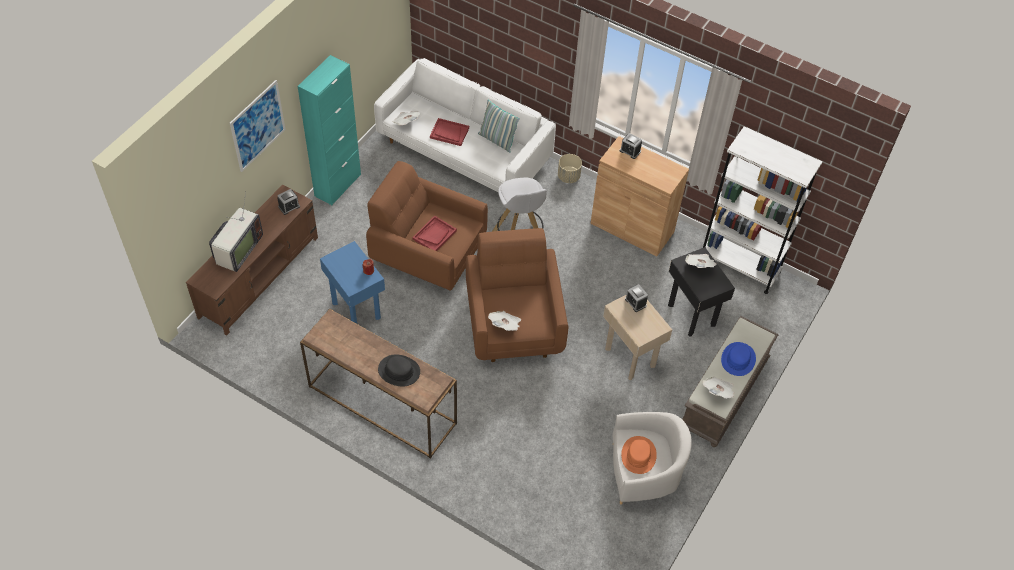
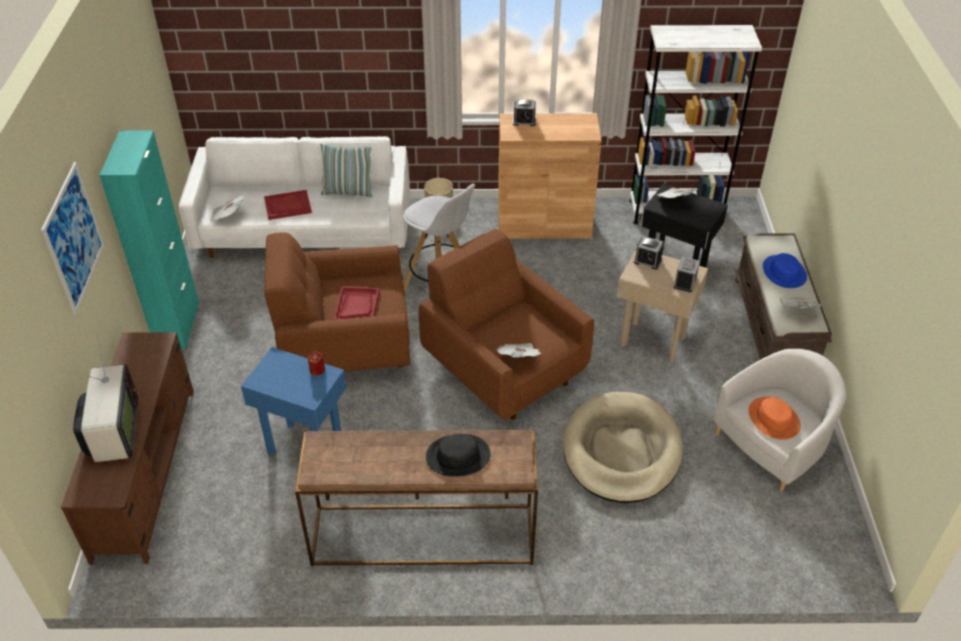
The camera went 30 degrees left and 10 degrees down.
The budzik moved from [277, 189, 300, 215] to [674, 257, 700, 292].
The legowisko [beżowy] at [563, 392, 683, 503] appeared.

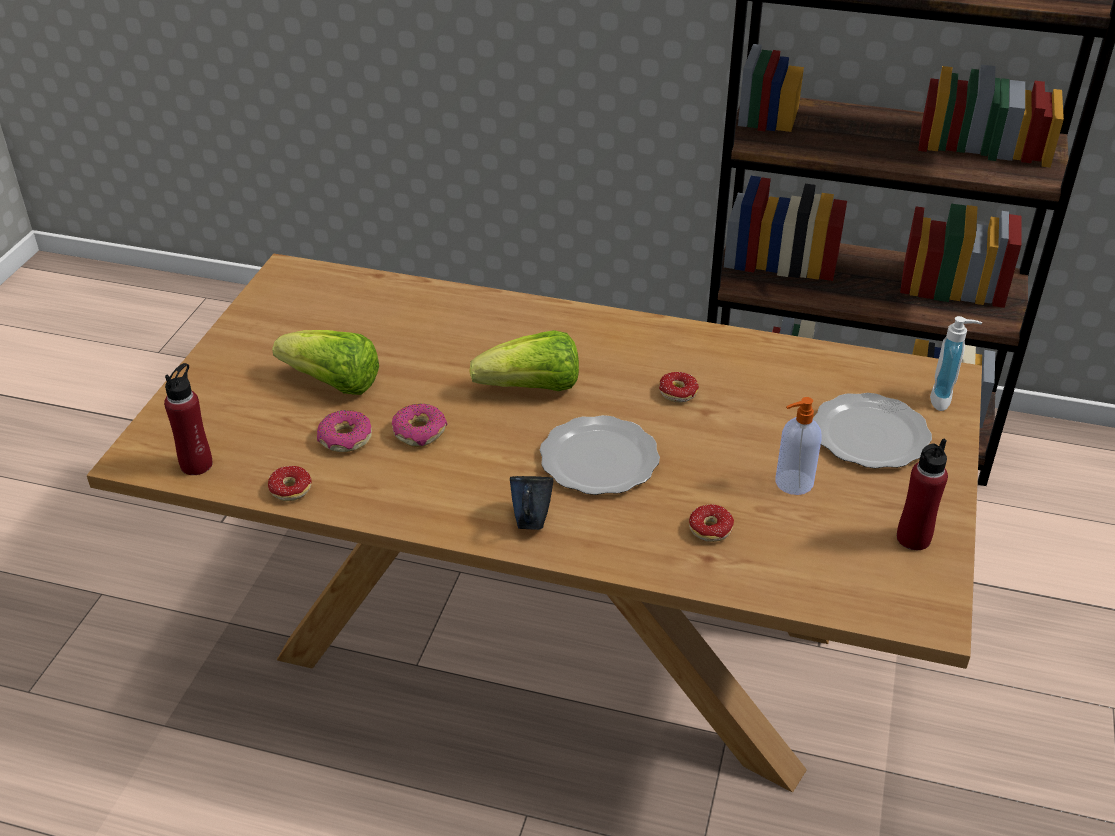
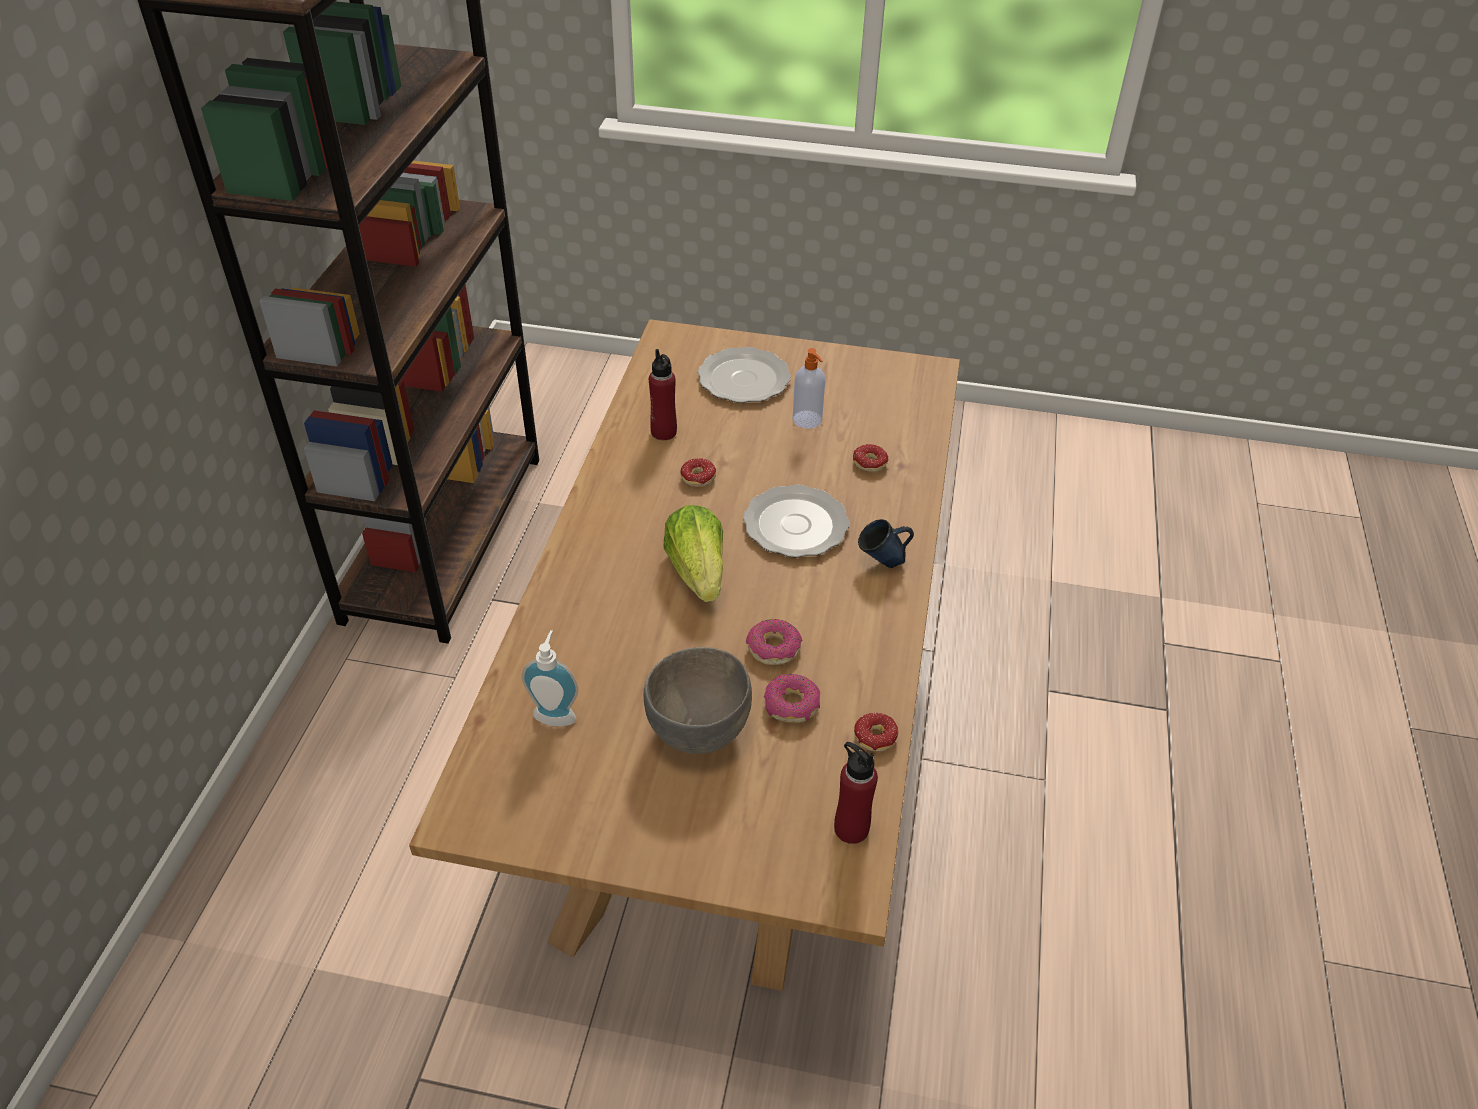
The camera went 95 degrees left and 5 degrees up.
The dozownik mydła moved from [930, 316, 982, 411] to [521, 630, 579, 726].
The sałata at [272, 330, 379, 395] was replaced by the miska [szary] at [644, 647, 752, 754].
The butelka [czerwony] moved from [897, 439, 948, 550] to [649, 349, 677, 440].

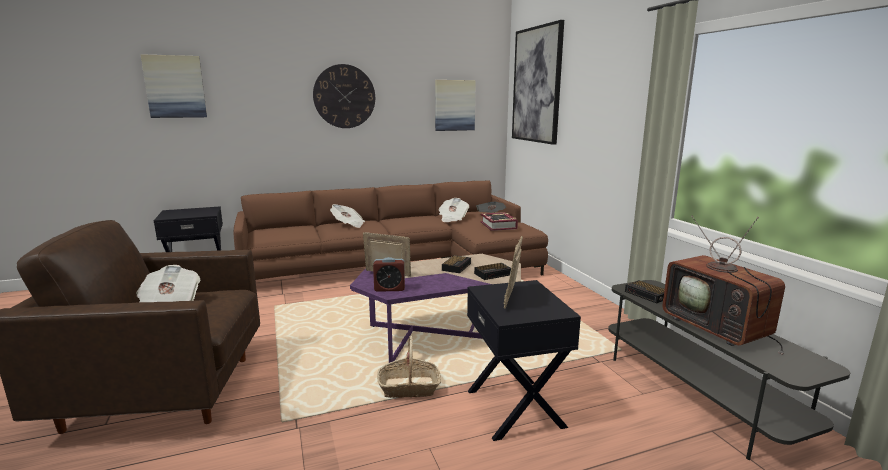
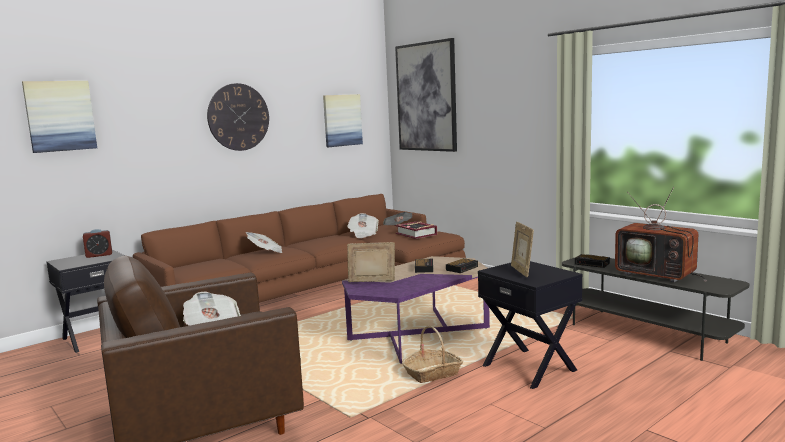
The camera went 20 degrees left and 5 degrees down.
The budzik moved from [373, 257, 405, 292] to [83, 229, 112, 258].

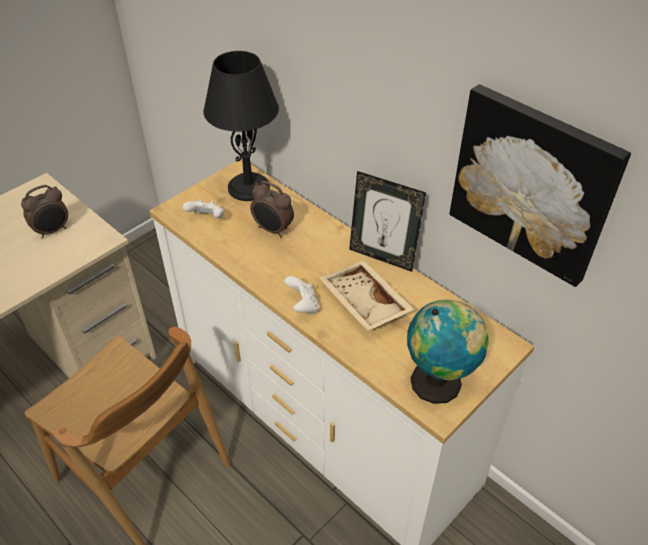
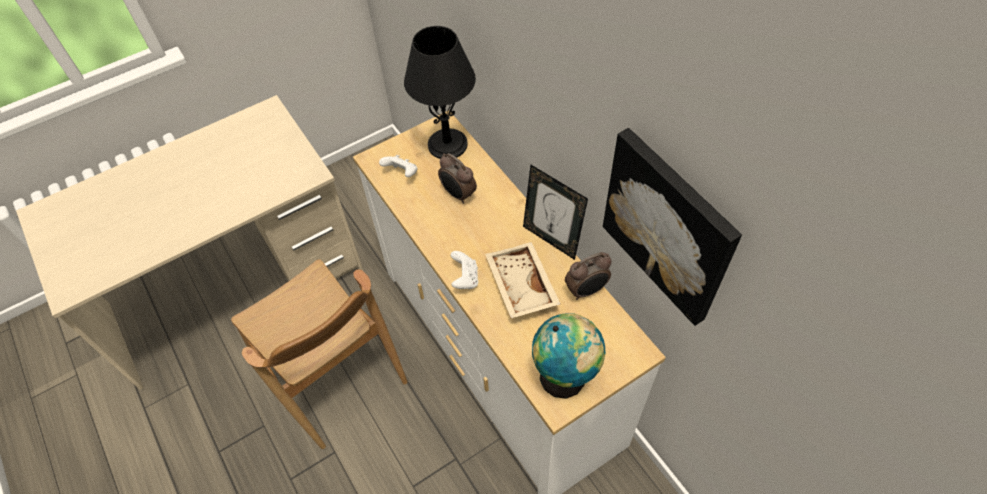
The camera went 15 degrees right and 10 degrees up.
The budzik moved from [21, 185, 68, 239] to [565, 252, 612, 300].

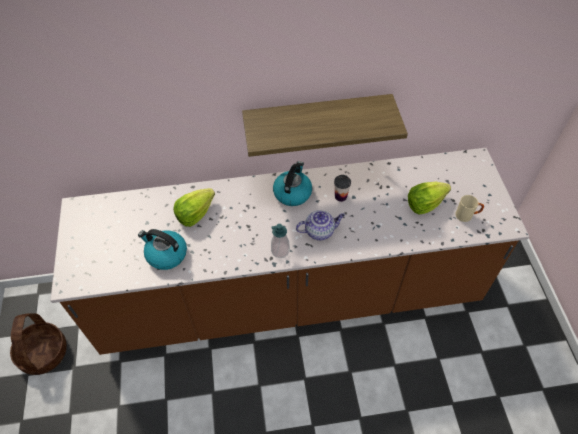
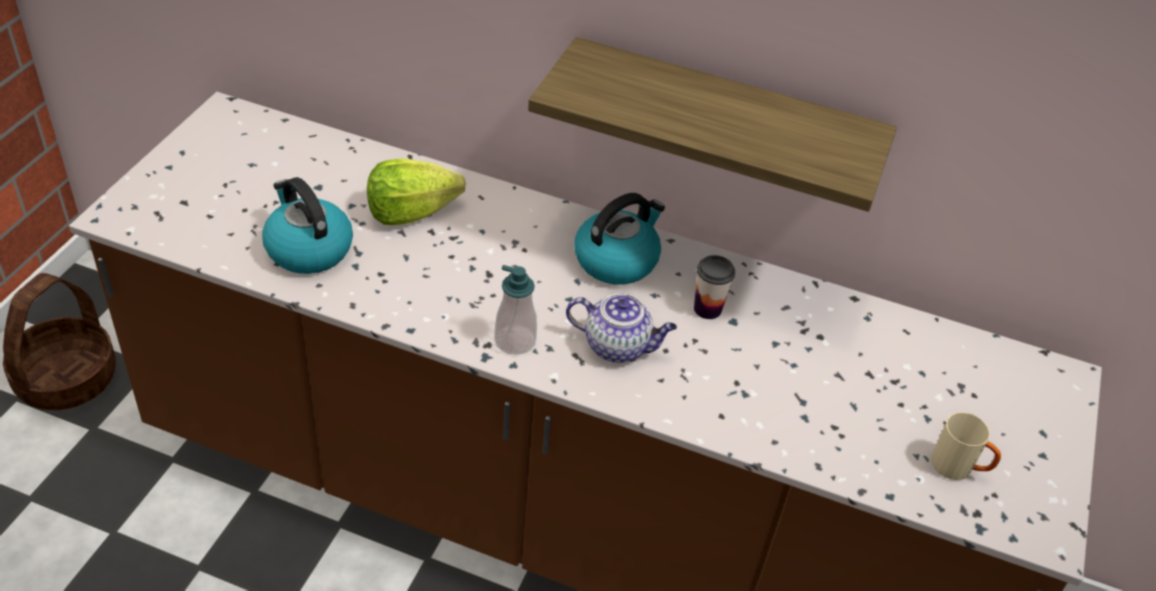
The camera went 25 degrees right and 10 degrees down.
The sałata at [408, 182, 451, 215] disappeared.

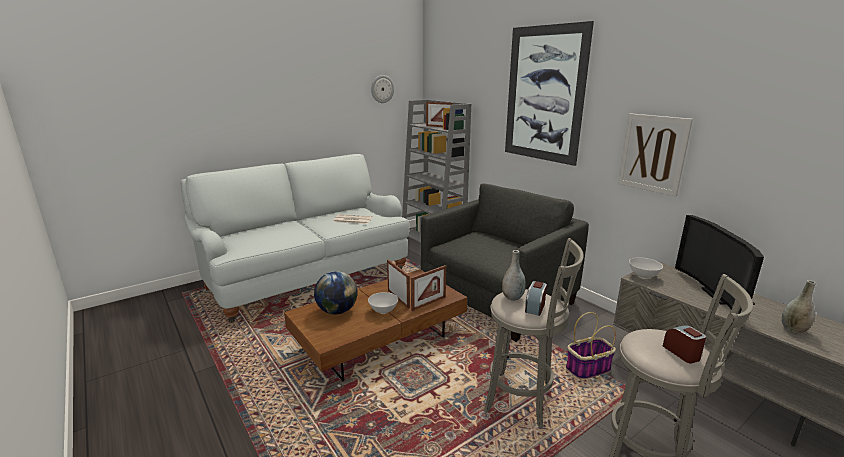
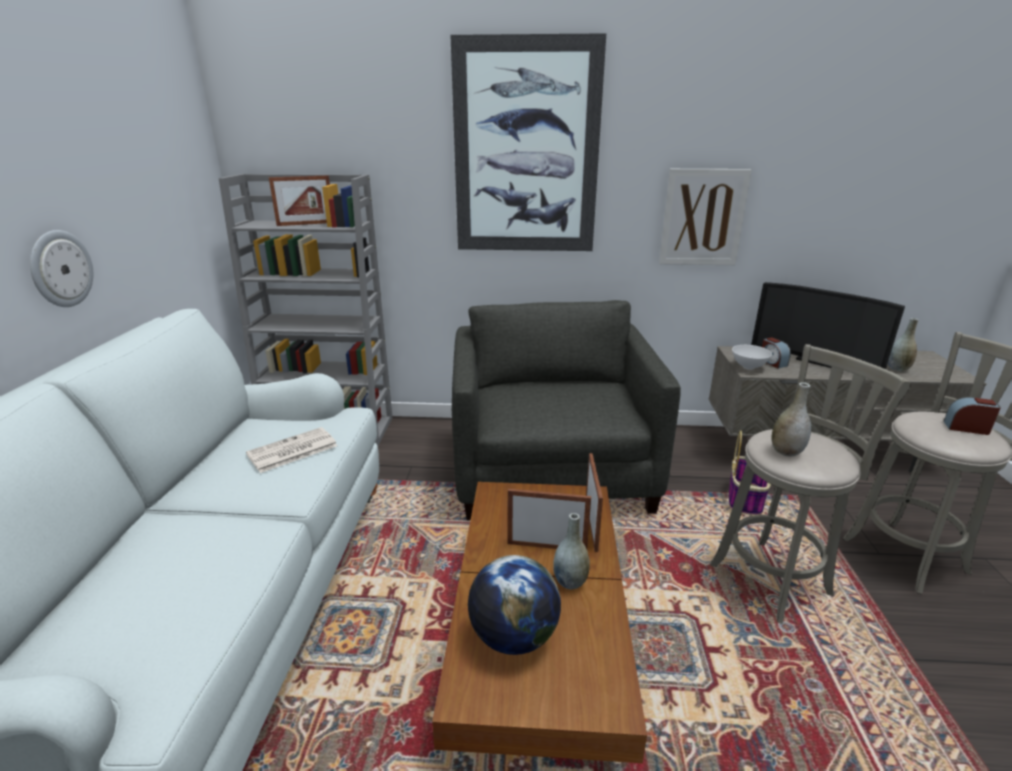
The camera went 50 degrees left and 5 degrees up.
The zegar ścienny moved from [371, 75, 394, 103] to [30, 230, 93, 307].
The budzik moved from [525, 281, 547, 316] to [762, 337, 791, 368].
The miska [biały] at [368, 292, 398, 314] was replaced by the wazon [szary] at [553, 513, 590, 590].

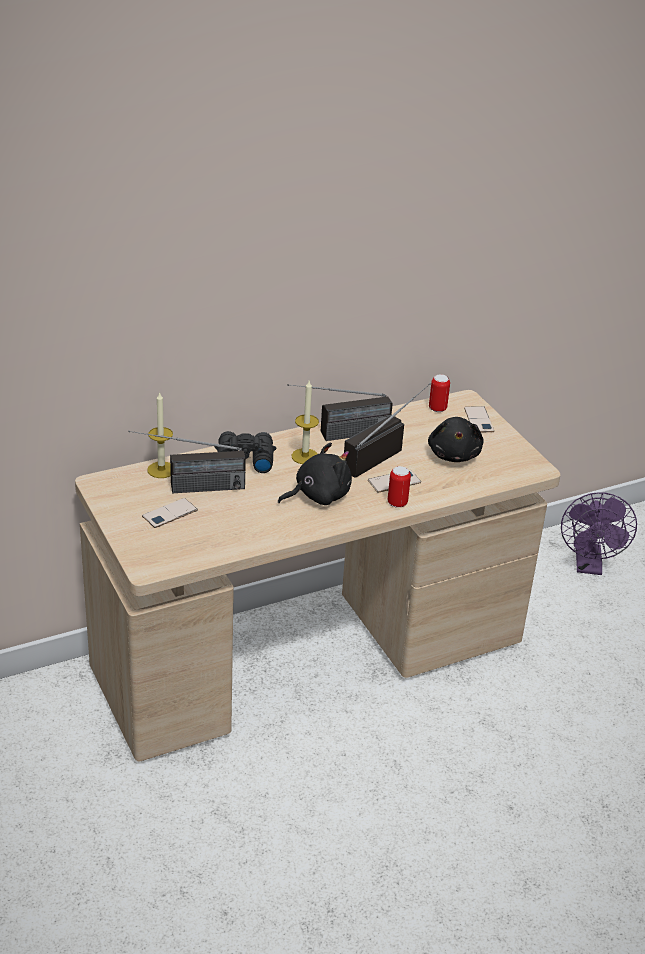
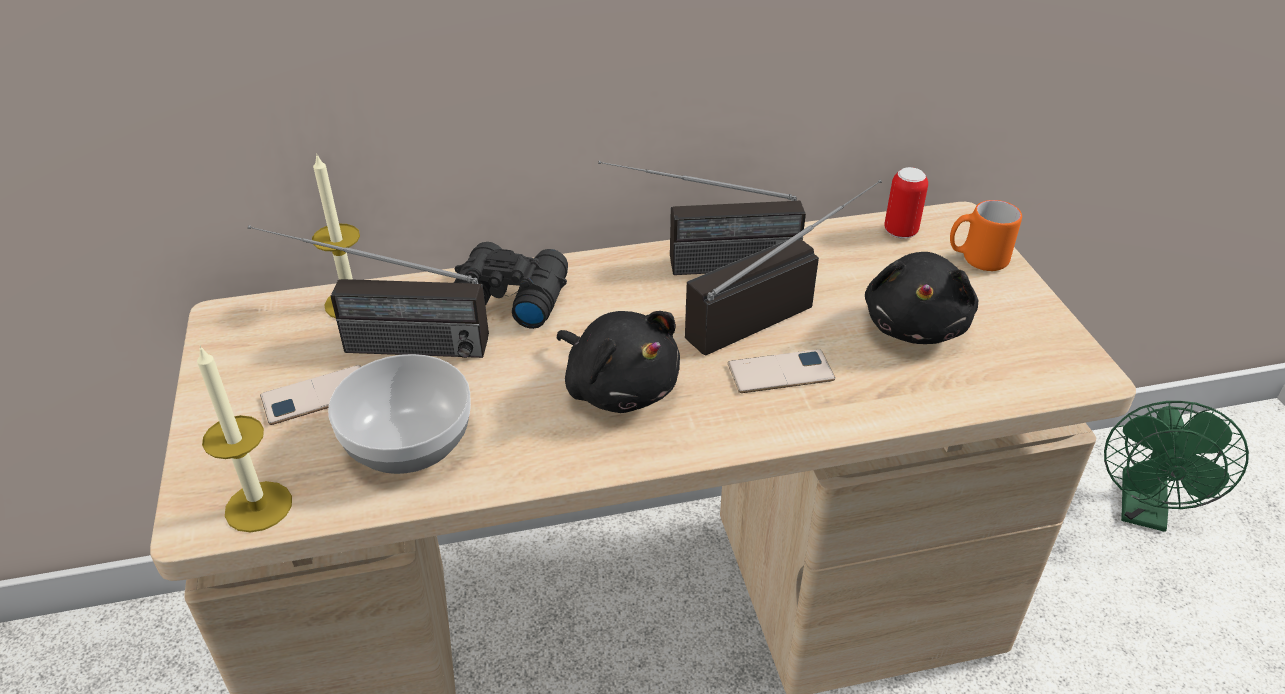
The camera went 15 degrees right and 5 degrees up.
The świeca moved from [292, 381, 319, 464] to [197, 345, 292, 533].
The telefon at [464, 406, 494, 433] was replaced by the kubek [pomarańczowy] at [950, 200, 1022, 271].
The pluszak [czarny] at [278, 443, 352, 505] turned 60 degrees clockwise.
The puszka at [388, 466, 411, 508] disappeared.
The wentylator [fioletowy] at [561, 492, 637, 575] became the wentylator [zielony] at [1104, 401, 1249, 532].
The miska at [328, 354, 471, 474] appeared.

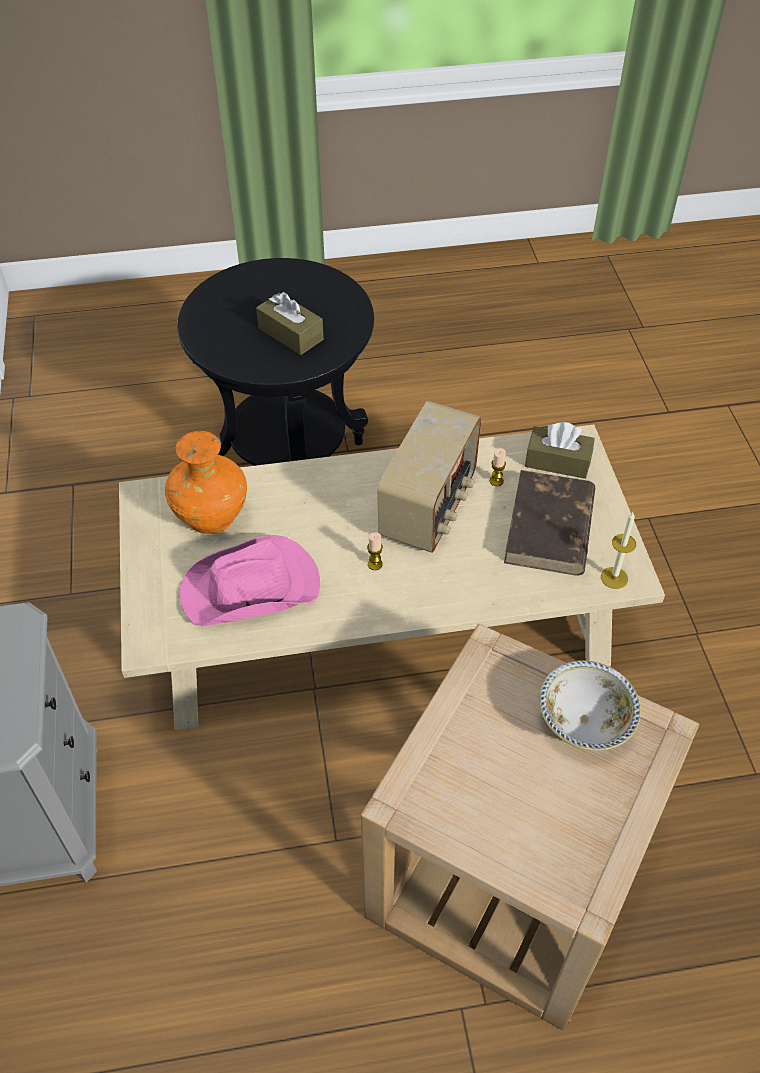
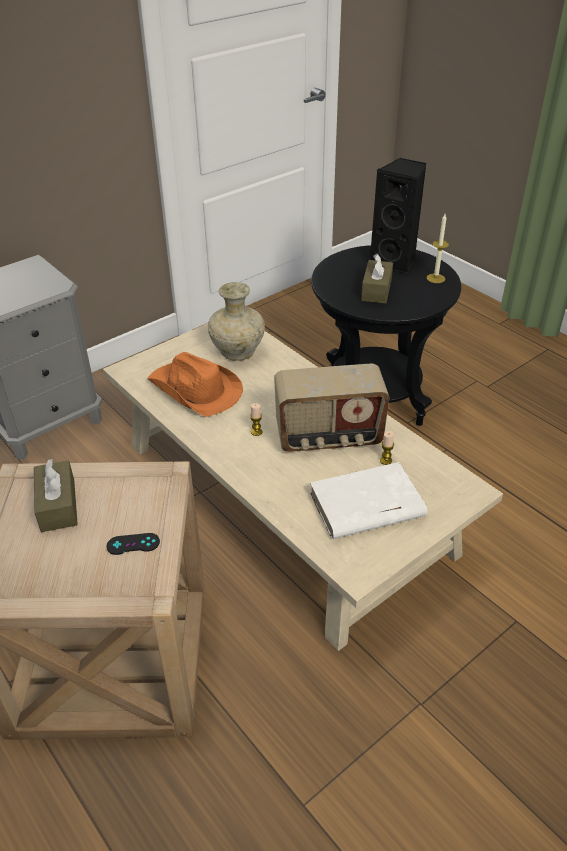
The camera went 60 degrees right and 10 degrees down.
The pudełko chusteczek [brązowy] moved from [525, 422, 595, 479] to [34, 459, 78, 532].
The wazon [pomarańczowy] at [165, 431, 247, 534] became the wazon [beżowy] at [208, 282, 265, 361].
The książka [brązowy] at [504, 470, 595, 576] became the książka [biały] at [310, 462, 427, 539].
The świeca moved from [601, 512, 636, 589] to [427, 214, 449, 283].
The kapelusz [różowy] at [179, 535, 320, 626] became the kapelusz [pomarańczowy] at [148, 352, 243, 417].
The miska at [539, 660, 641, 751] was replaced by the pad do gier [czarny] at [106, 533, 160, 555].
The głośnik [czarny] at [370, 158, 426, 274] appeared.

